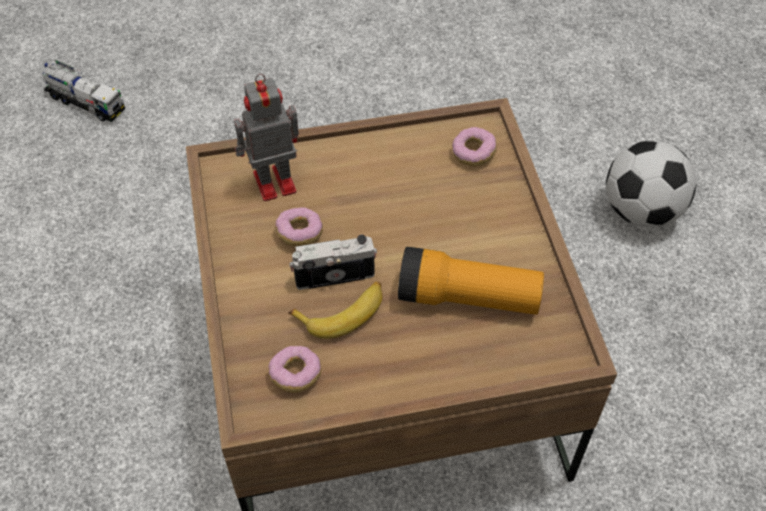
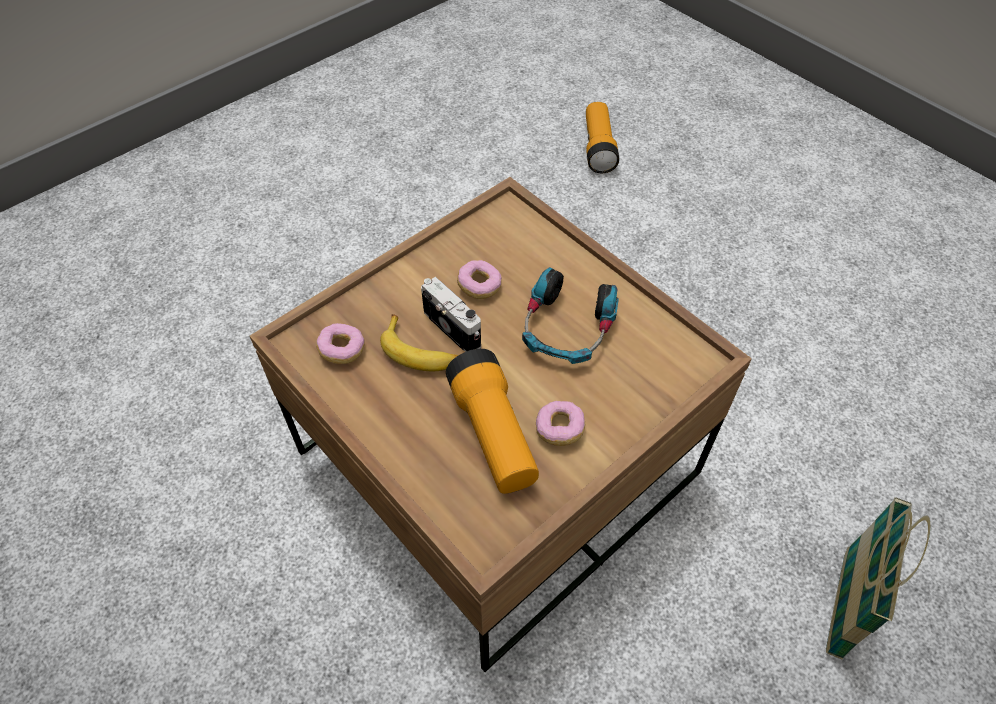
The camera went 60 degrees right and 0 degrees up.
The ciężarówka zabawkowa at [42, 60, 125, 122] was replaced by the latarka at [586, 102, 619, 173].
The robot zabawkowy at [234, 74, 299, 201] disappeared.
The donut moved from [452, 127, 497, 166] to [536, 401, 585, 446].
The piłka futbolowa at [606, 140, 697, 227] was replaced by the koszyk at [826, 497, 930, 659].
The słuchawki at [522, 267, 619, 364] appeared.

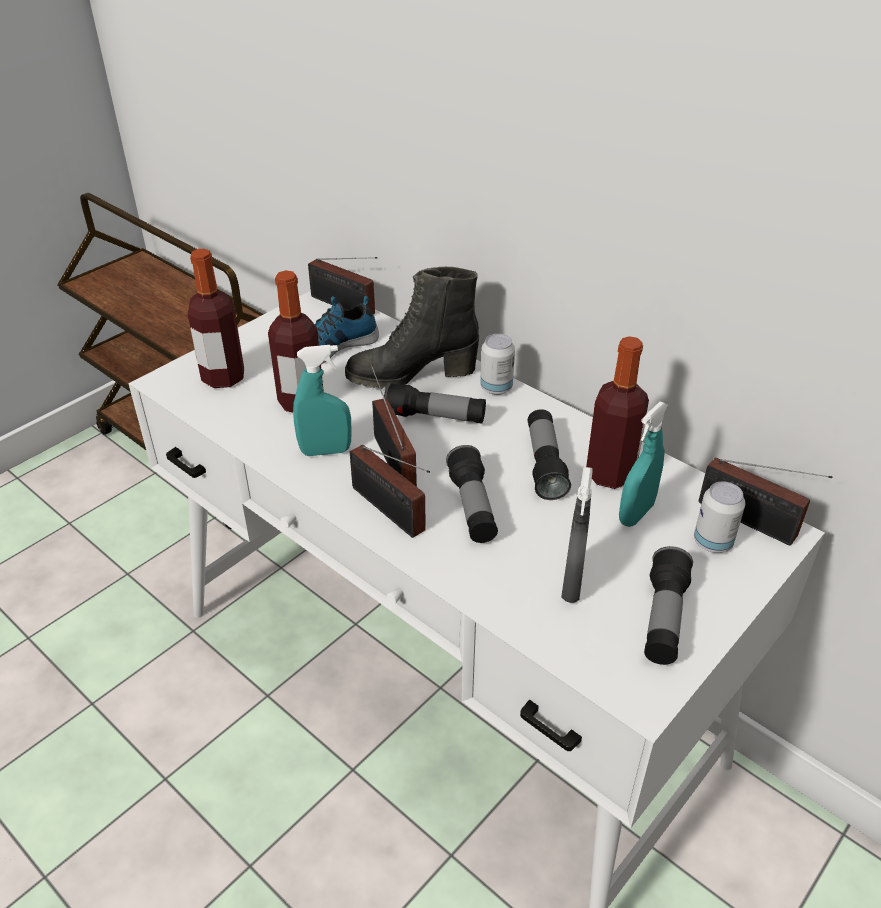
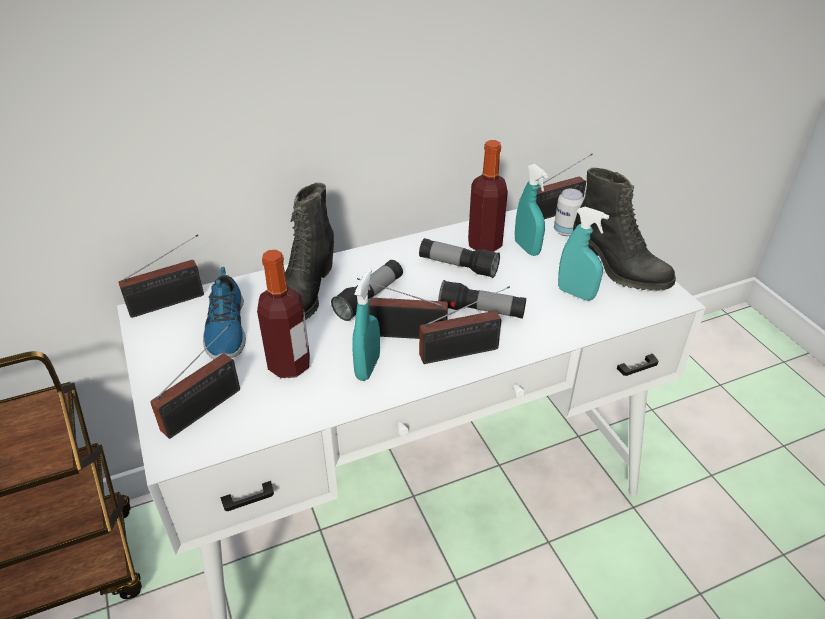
The camera went 65 degrees left and 0 degrees up.
The butelka at [188, 249, 244, 388] was replaced by the radio at [150, 324, 240, 439].
The puszka at [480, 334, 515, 395] disappeared.
The spryskiwacz [szary] at [561, 467, 592, 603] became the spryskiwacz [turkusowy] at [558, 207, 609, 301].
The latarka at [644, 546, 693, 665] was replaced by the but z cholewką [czarny] at [573, 168, 676, 291].

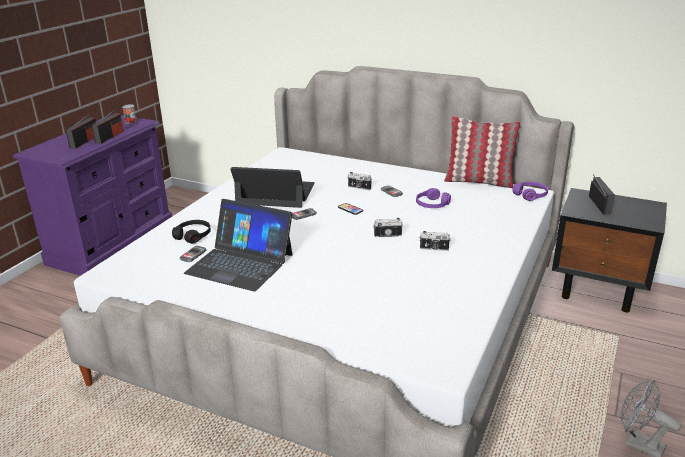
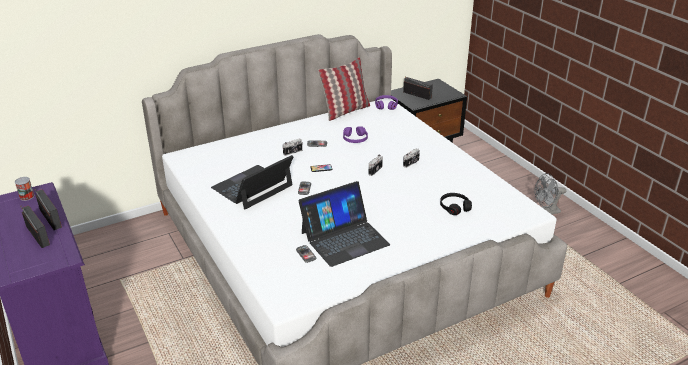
The camera went 55 degrees left and 5 degrees up.
The słuchawki [czarny] moved from [172, 220, 211, 243] to [440, 193, 472, 215].

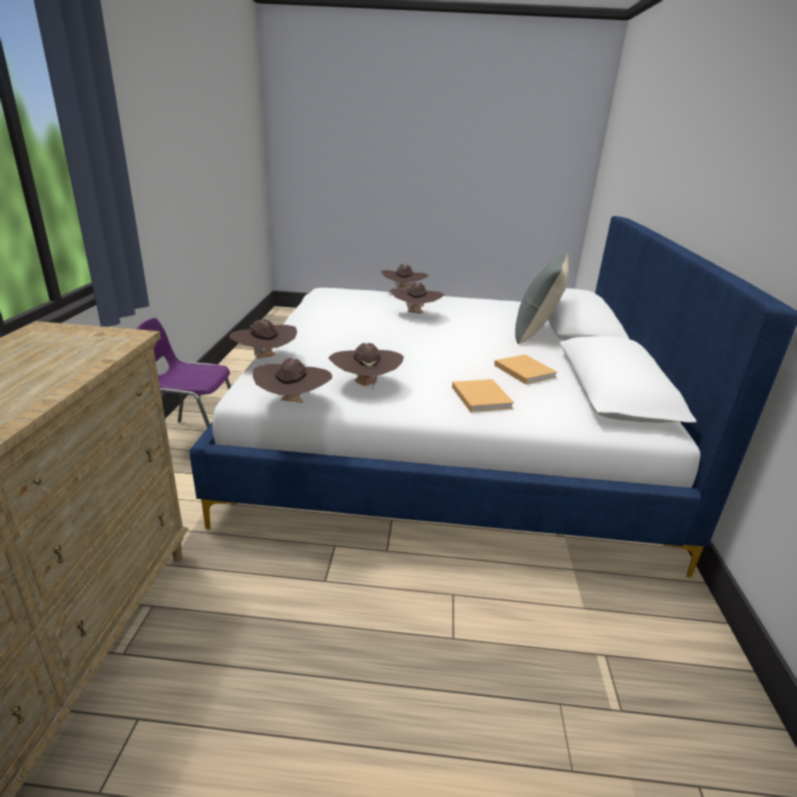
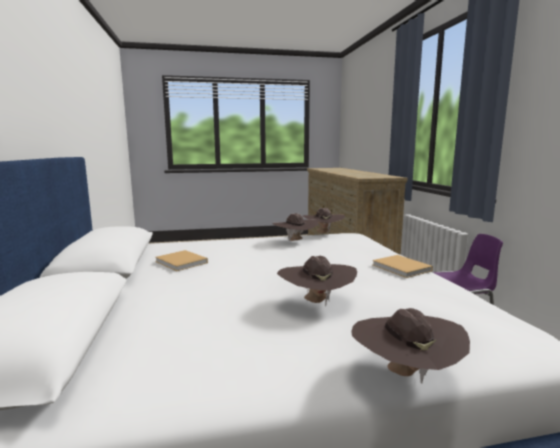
The camera went 165 degrees right and 15 degrees down.
The poduszka [szary] at [515, 252, 569, 344] disappeared.
The kapelusz [brązowy] at [229, 319, 297, 359] disappeared.
The książka [beżowy] moved from [452, 379, 514, 412] to [372, 255, 433, 278].

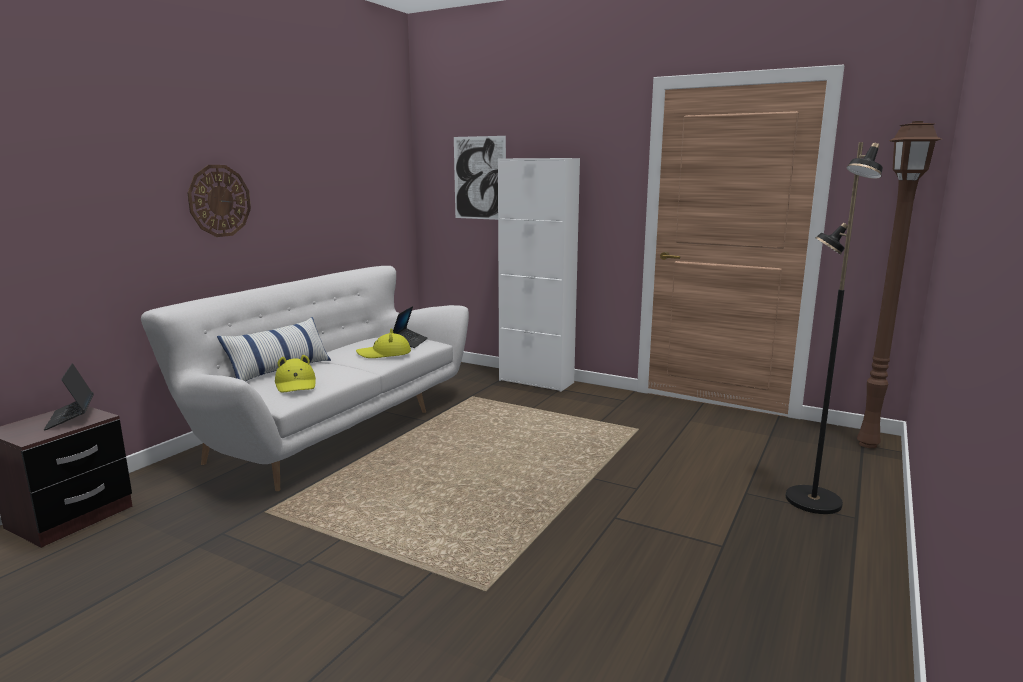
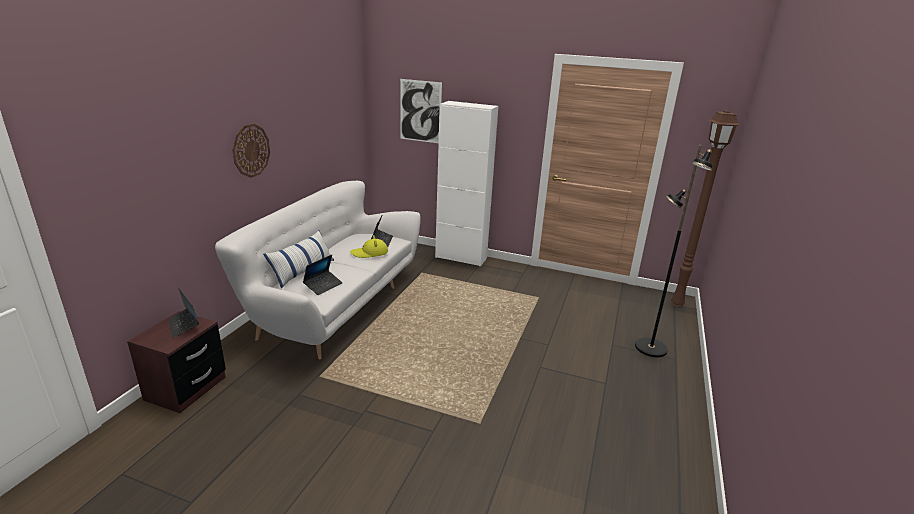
The camera went 10 degrees left and 10 degrees up.
The kapelusz [żółty] at [275, 355, 316, 393] was replaced by the laptop at [303, 255, 343, 295].

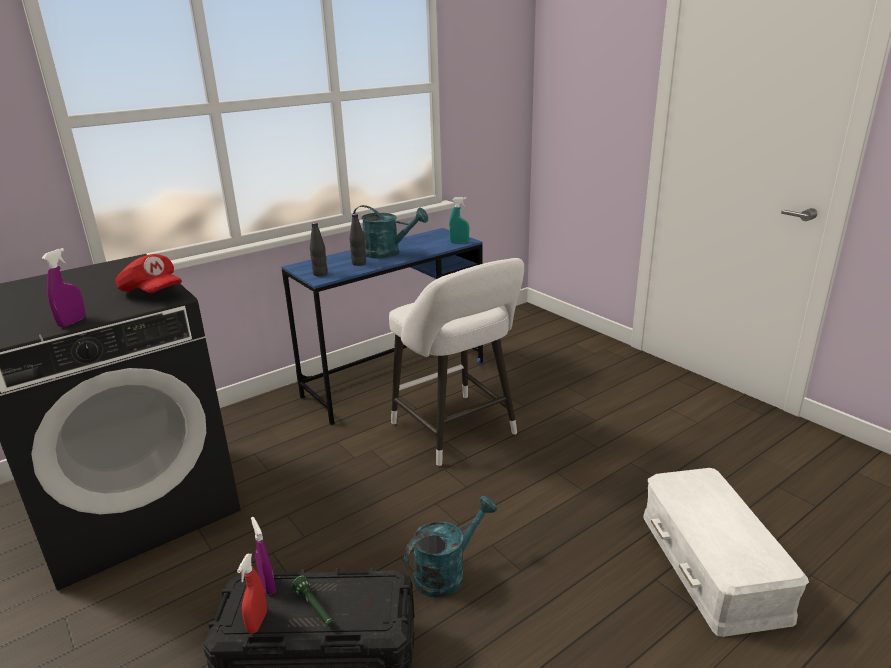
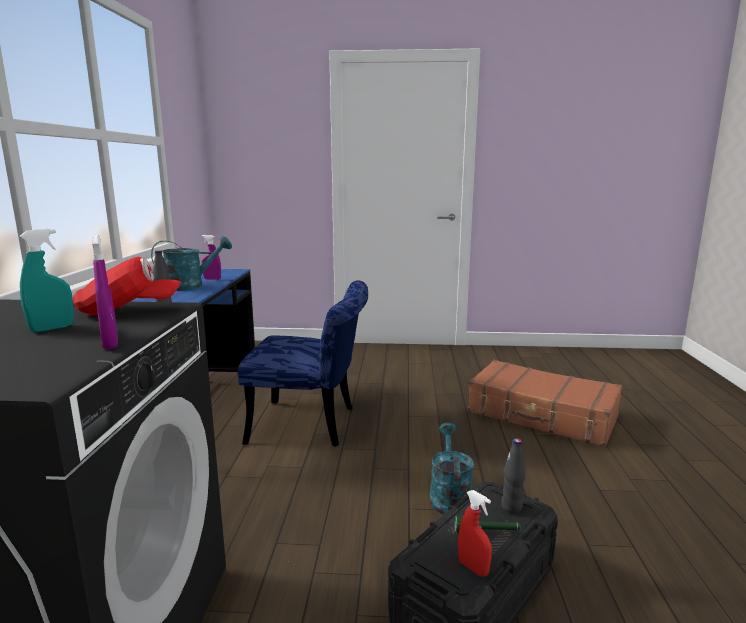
The camera went 50 degrees left and 10 degrees down.
The spryskiwacz [turkusowy] moved from [449, 197, 469, 243] to [19, 229, 74, 332].
The butelka [czarny] moved from [350, 214, 366, 266] to [501, 438, 526, 513].
The stołek [biały] at [389, 258, 524, 466] was replaced by the krzesło [niebieski] at [238, 280, 368, 447].
The pojemnik do przechowywania [biały] at [644, 468, 809, 637] was replaced by the walizka [brązowy] at [468, 360, 622, 447].
The spryskiwacz [fioletowy] moved from [251, 517, 276, 595] to [202, 235, 221, 280].

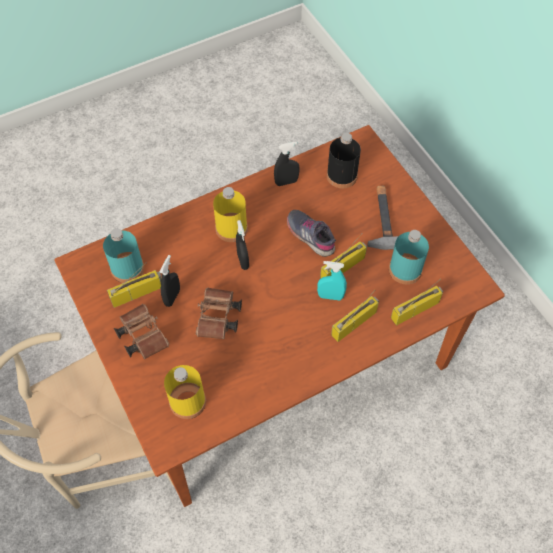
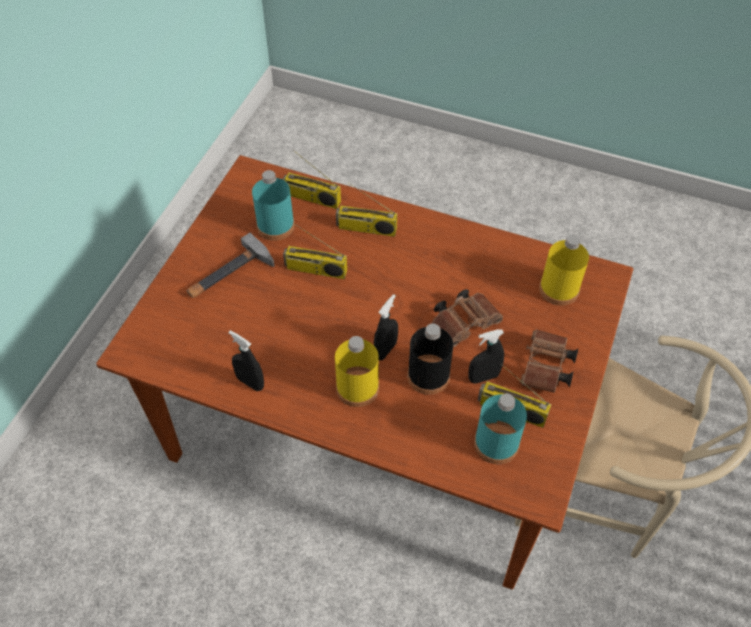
The camera went 130 degrees left and 5 degrees down.
The butelka [czarny] moved from [327, 133, 361, 188] to [407, 323, 453, 395].
The but [szary] at [287, 210, 336, 257] disappeared.
The spryskiwacz [turkusowy] at [317, 261, 347, 301] disappeared.

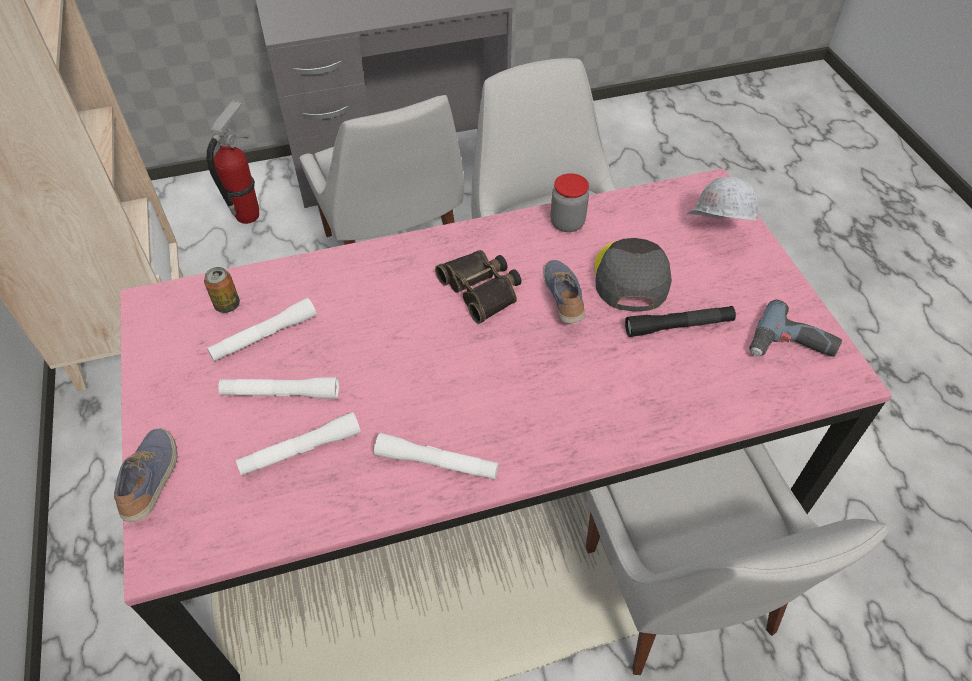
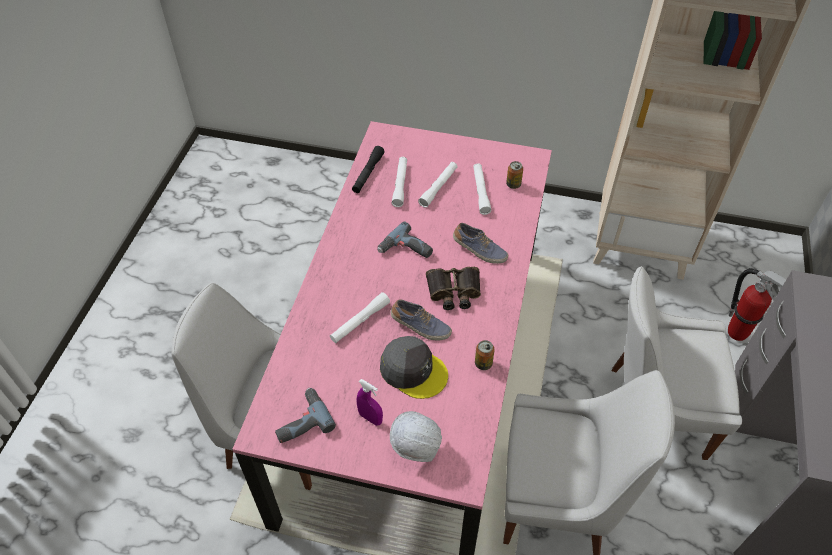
The camera went 120 degrees right and 0 degrees up.
The słoik at [550, 173, 589, 232] was replaced by the puszka at [475, 340, 495, 370].
The latarka [czarny] moved from [625, 306, 736, 337] to [352, 146, 385, 193].
The but moved from [114, 428, 177, 522] to [453, 223, 508, 264].
The latarka [biały] moved from [374, 433, 499, 480] to [330, 292, 390, 343].
The wiertarka at [377, 221, 433, 258] appeared.
The spryskiwacz [fioletowy] at [357, 379, 383, 426] appeared.

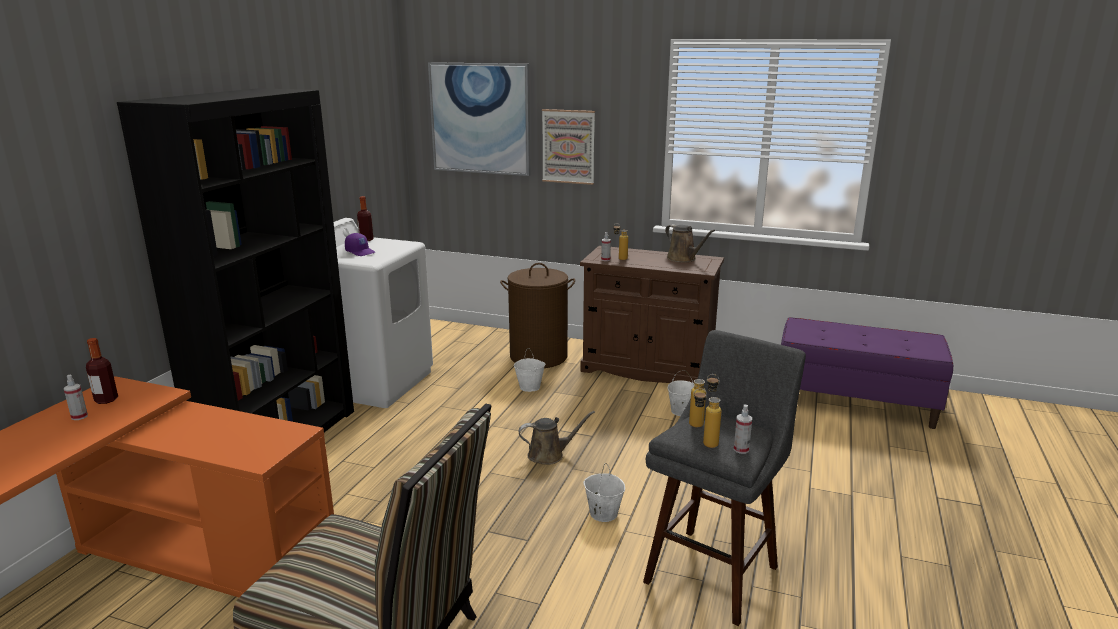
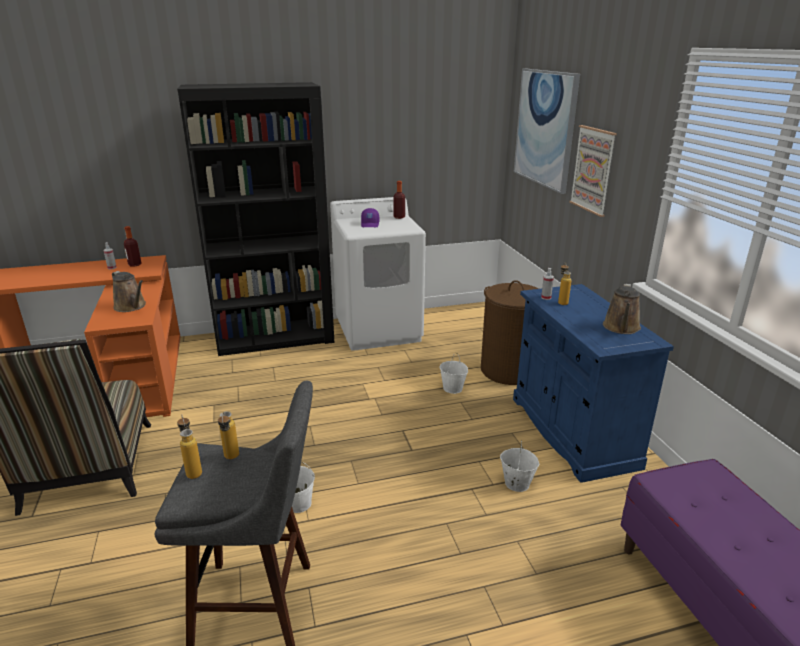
The camera went 55 degrees right and 5 degrees up.
The szafka [brązowy] at [580, 246, 724, 383] became the szafka [niebieski] at [513, 284, 674, 483].
The spryskiwacz at [734, 404, 752, 454] disappeared.
The konewka [brązowy] moved from [518, 411, 595, 465] to [112, 271, 146, 312].

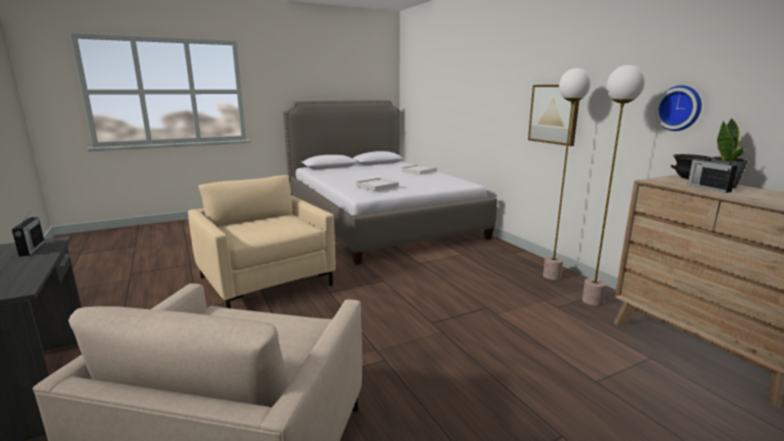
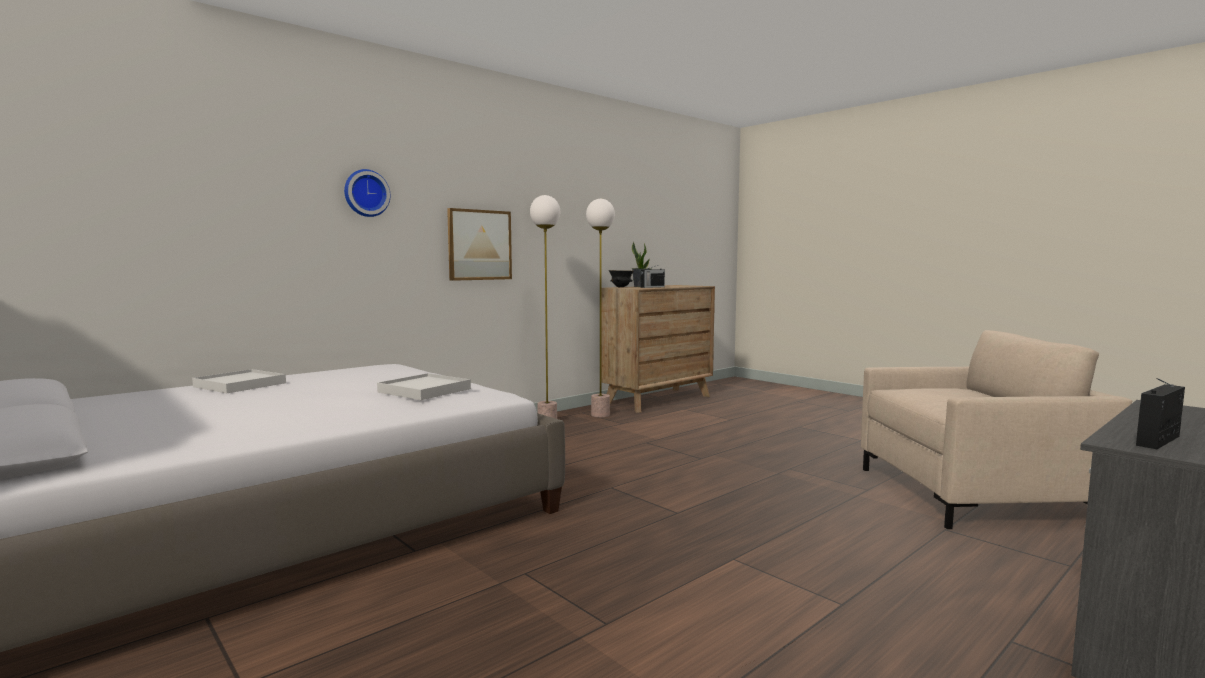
The camera went 105 degrees left and 10 degrees down.
The zegar ścienny moved from [655, 85, 702, 131] to [344, 169, 390, 217].
The fotel [beżowy] at [188, 175, 335, 308] disappeared.

